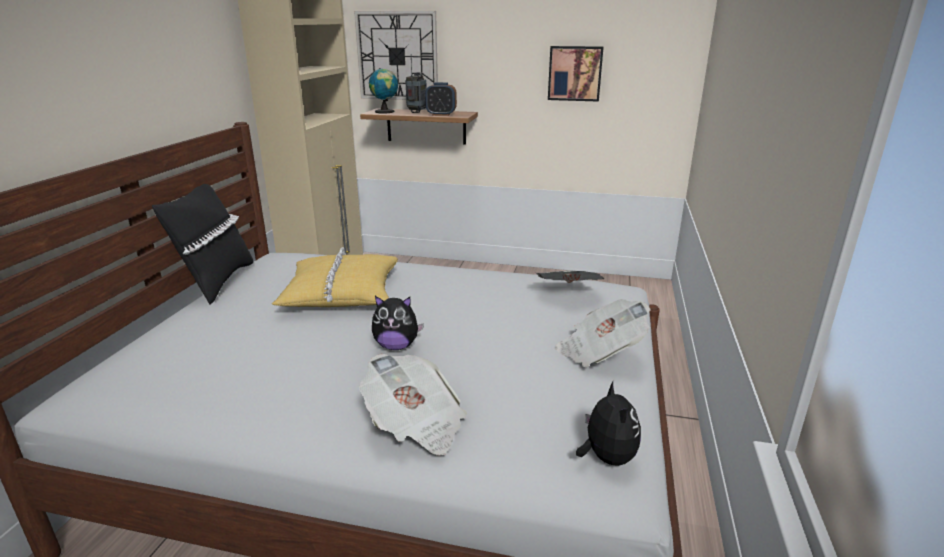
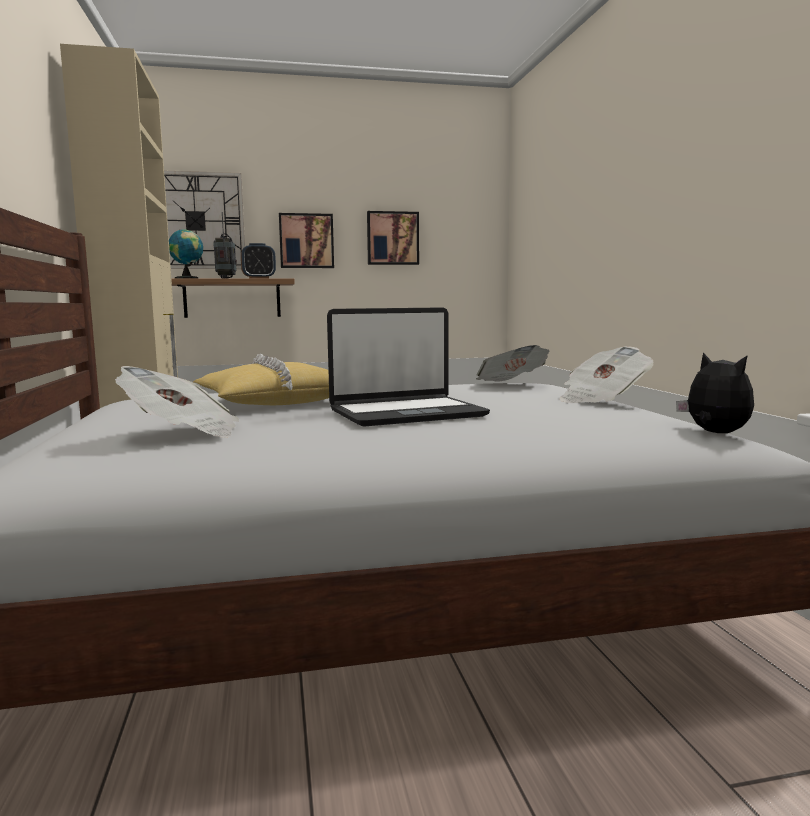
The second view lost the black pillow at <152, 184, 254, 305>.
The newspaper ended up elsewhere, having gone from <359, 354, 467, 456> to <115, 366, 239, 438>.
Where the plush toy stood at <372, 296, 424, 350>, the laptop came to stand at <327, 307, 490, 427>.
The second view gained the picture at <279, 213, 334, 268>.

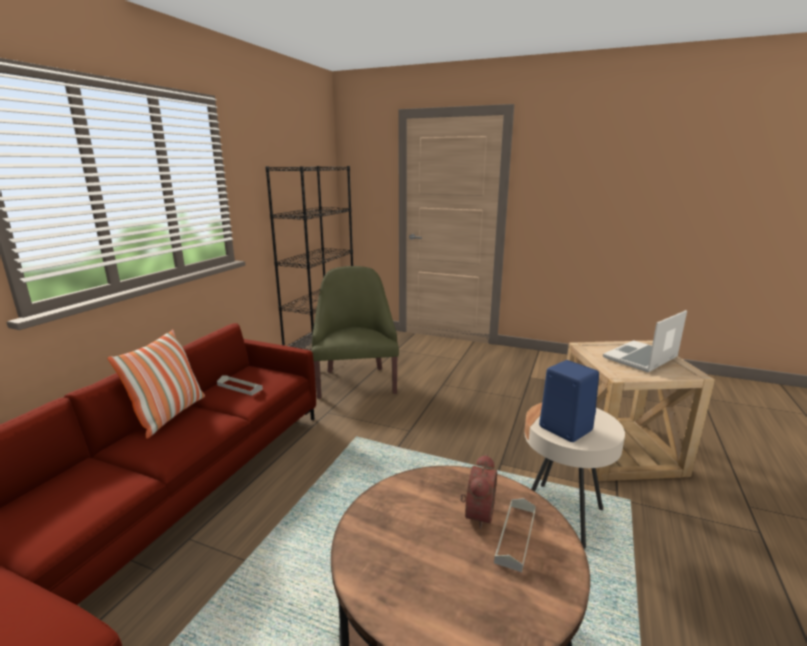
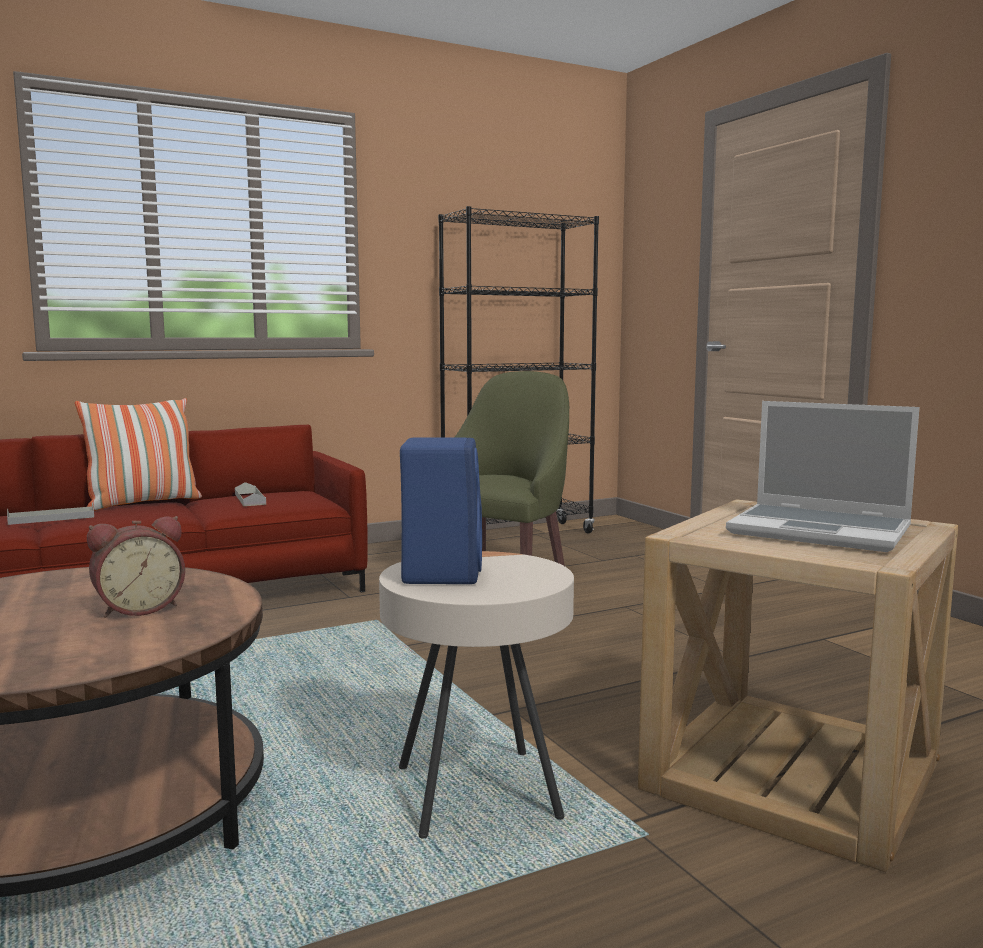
The grey tray ended up elsewhere, having gone from <494, 498, 536, 572> to <7, 502, 94, 525>.
The laptop at <603, 310, 687, 372> ended up facing another way, 150 degrees counterclockwise from before.

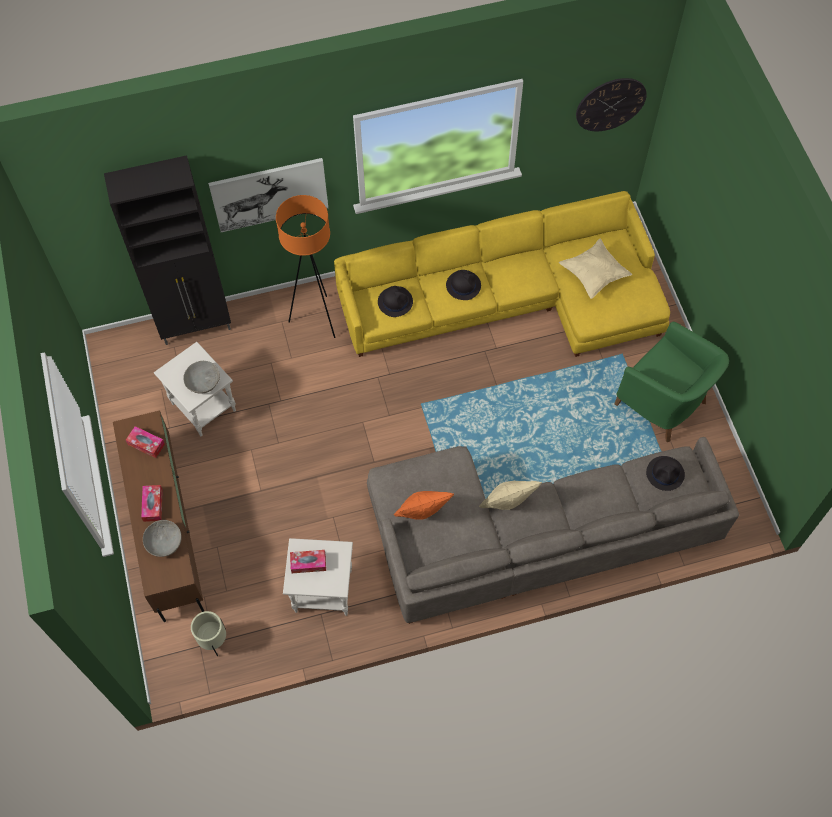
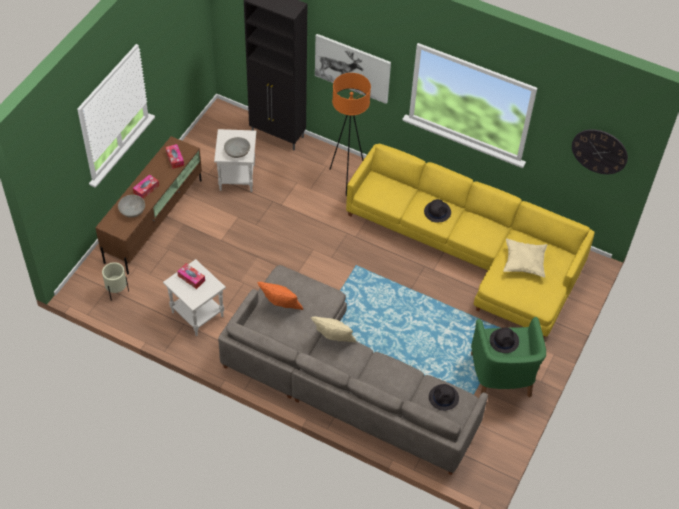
The black hat ended up elsewhere, having gone from <378, 286, 413, 317> to <490, 328, 519, 353>.

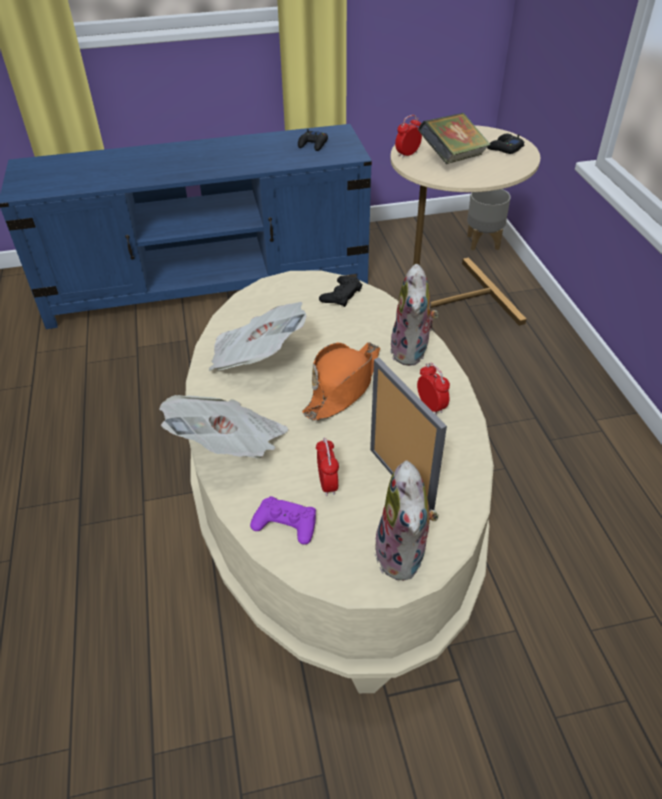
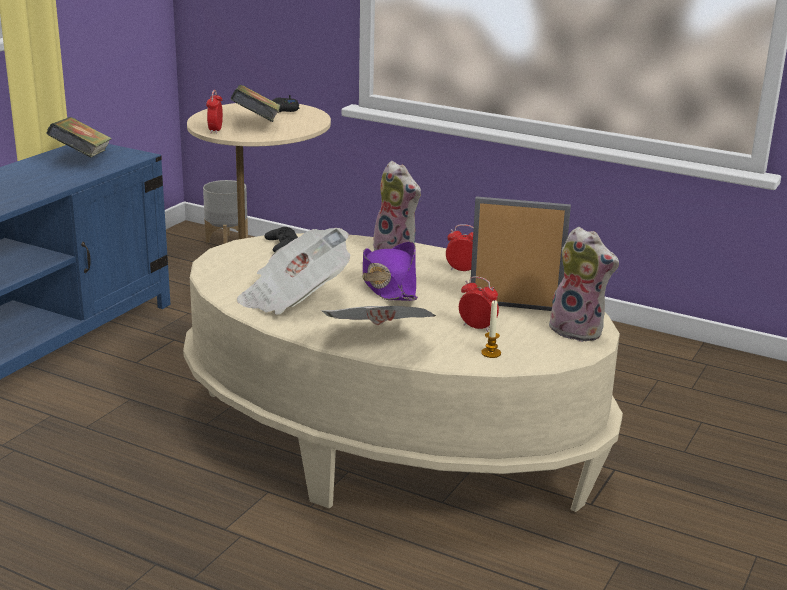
Where the purple game controller stood at <250, 496, 316, 545>, the candle came to stand at <481, 301, 501, 358>.
Where the black game controller stood at <298, 129, 328, 151>, the book came to stand at <46, 117, 112, 158>.
What was the orange hat at <302, 342, 380, 421> turned into the purple hat at <363, 242, 418, 301>.

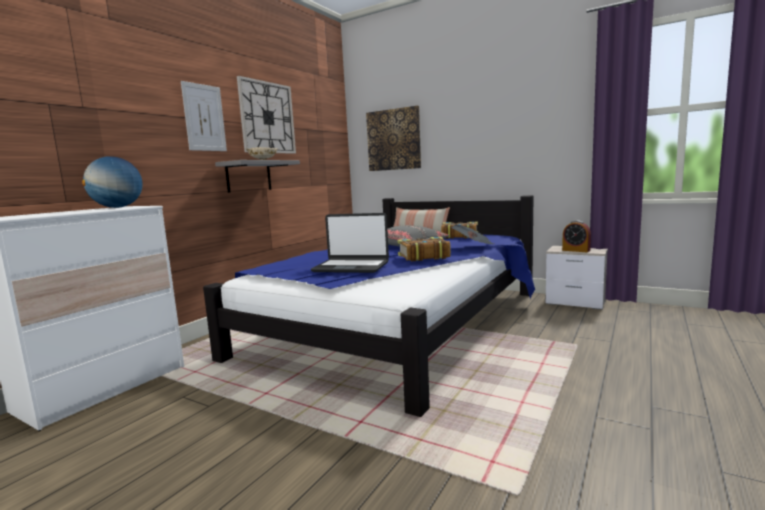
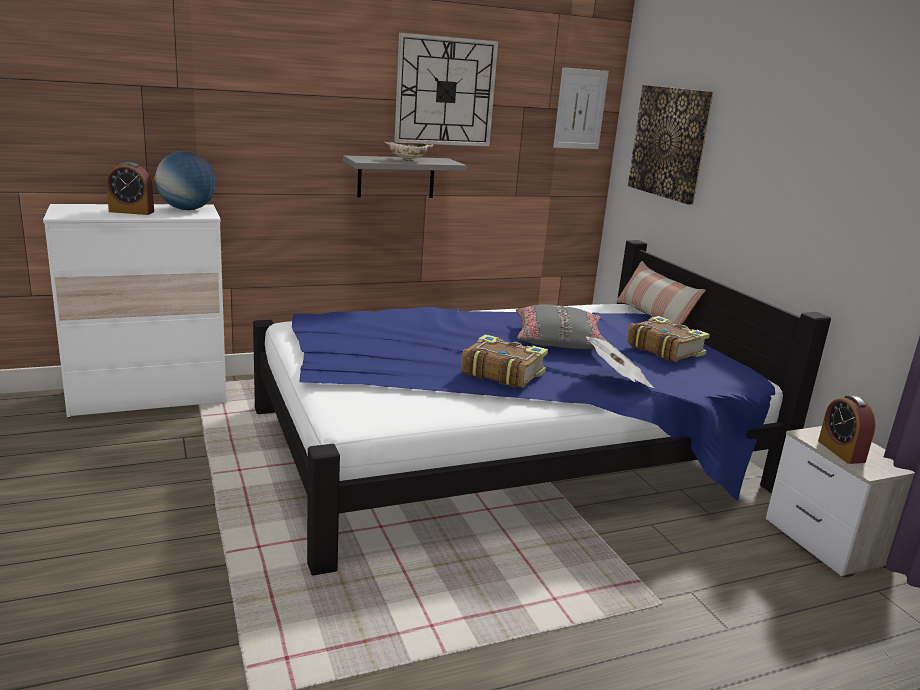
The picture ended up elsewhere, having gone from <181, 81, 227, 151> to <553, 67, 609, 149>.
The second view lost the laptop at <311, 213, 389, 273>.
The second view gained the alarm clock at <106, 161, 154, 215>.

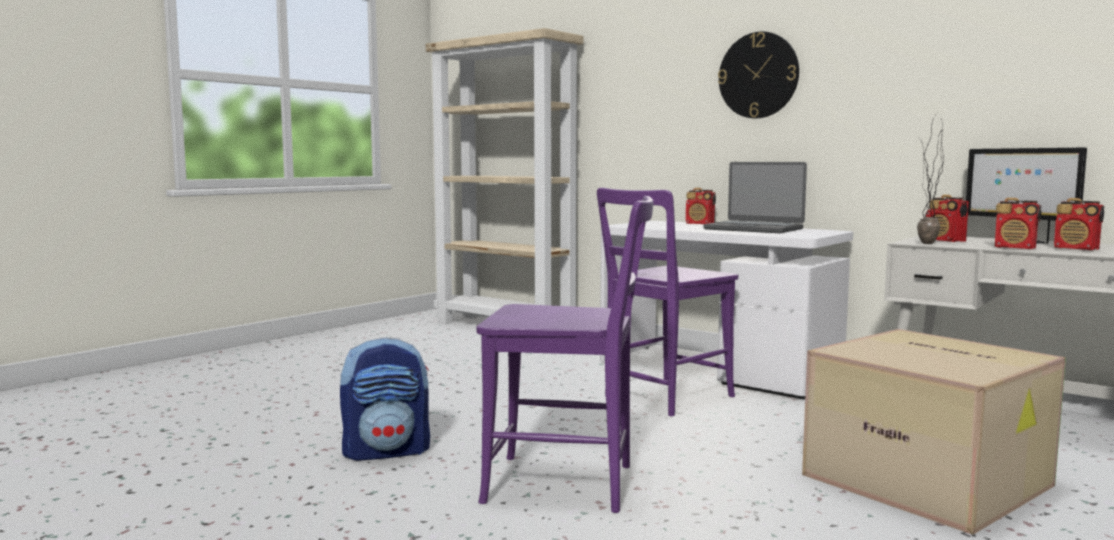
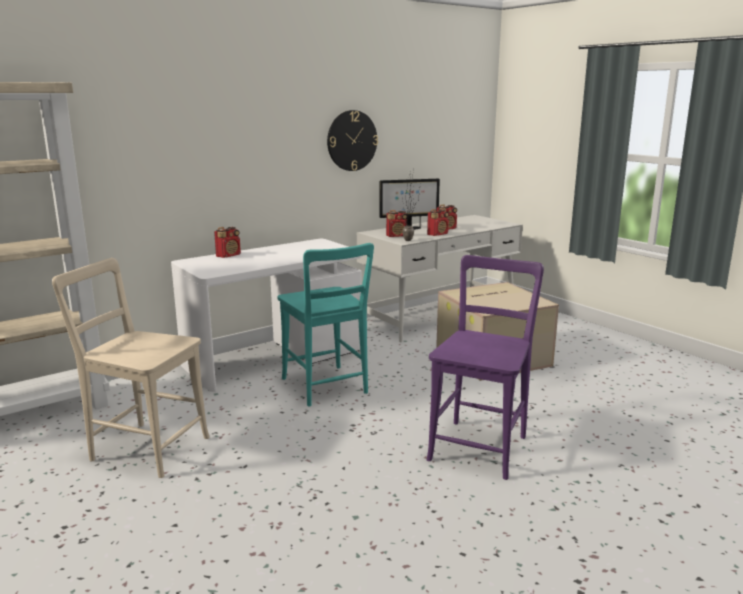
The second view lost the backpack at <340, 337, 430, 461>.
What was the purple chair at <597, 188, 738, 416> turned into the turquoise chair at <277, 243, 374, 407>.
The second view lost the laptop at <703, 162, 807, 233>.
The wall clock ended up elsewhere, having gone from <718, 32, 799, 118> to <327, 110, 378, 171>.
The second view gained the beige chair at <52, 258, 210, 478>.

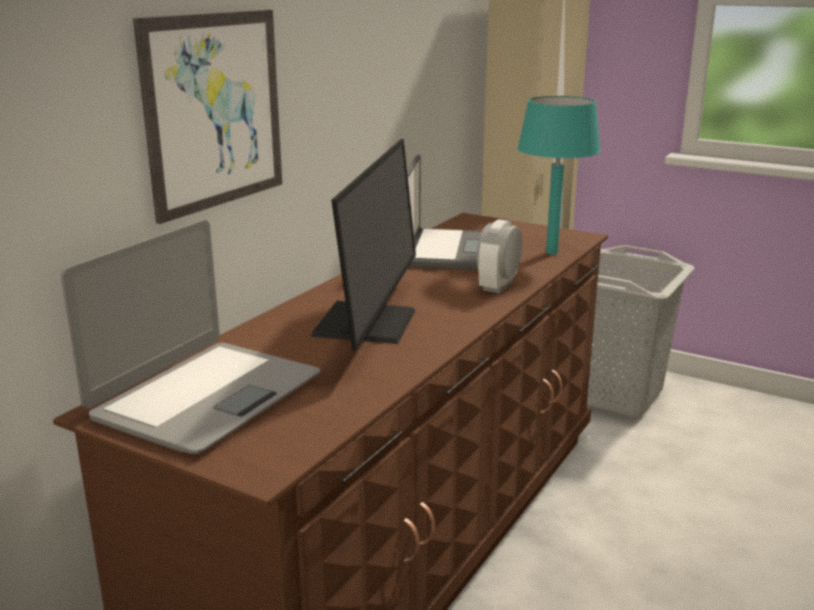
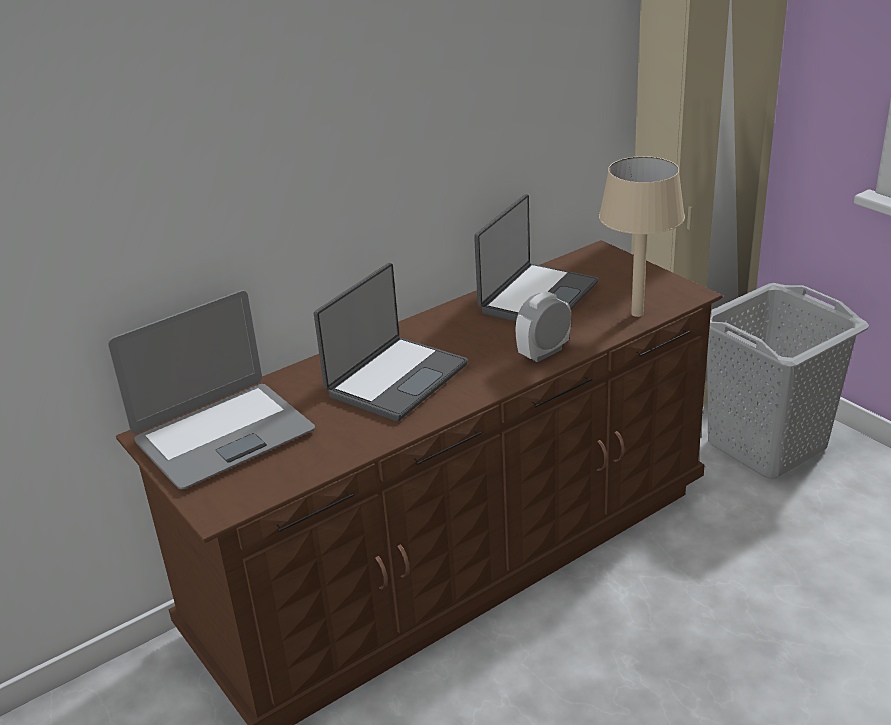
The second view lost the picture at <133, 10, 282, 224>.
Where the monitor stood at <311, 139, 416, 351>, the laptop came to stand at <314, 263, 468, 421>.
What was the turquoise table lamp at <517, 96, 601, 254> turned into the beige table lamp at <599, 156, 685, 317>.

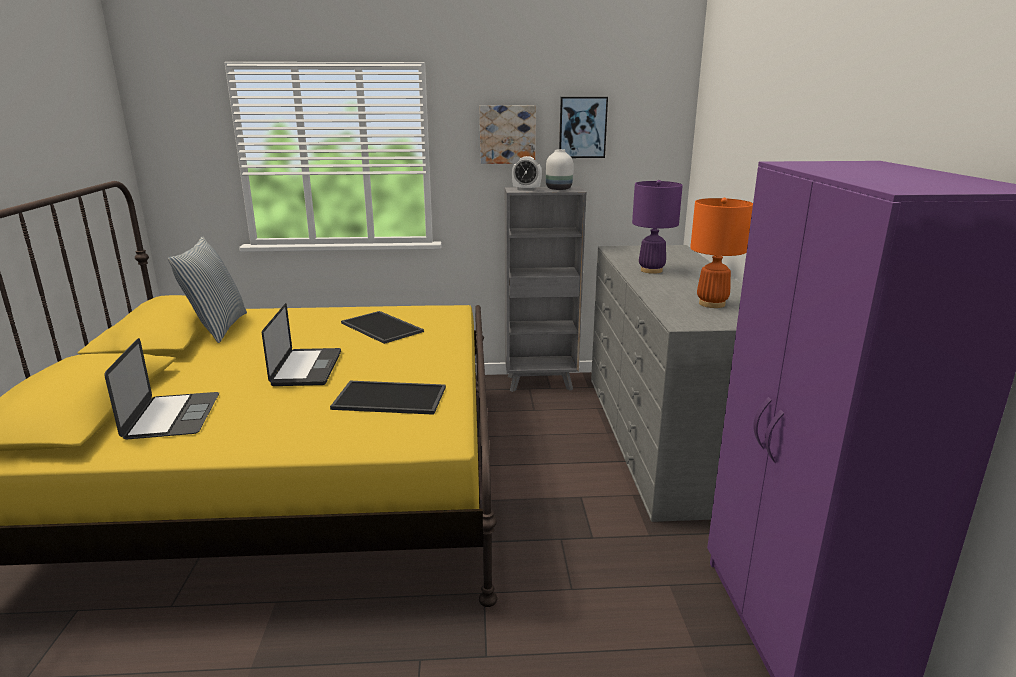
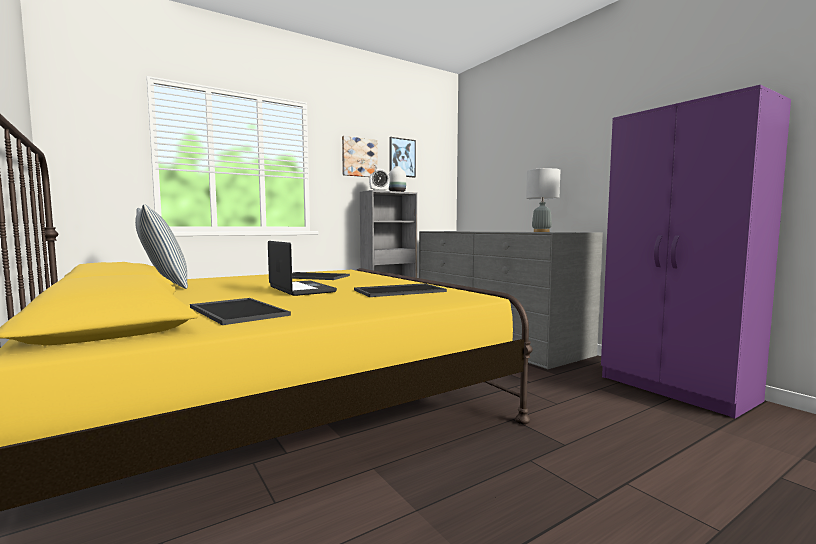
Where the laptop stood at <104, 338, 219, 439>, the tray came to stand at <190, 298, 291, 325>.
The second view lost the purple table lamp at <632, 180, 683, 274>.
What was the orange table lamp at <690, 198, 753, 308> turned into the grey table lamp at <526, 168, 560, 232>.

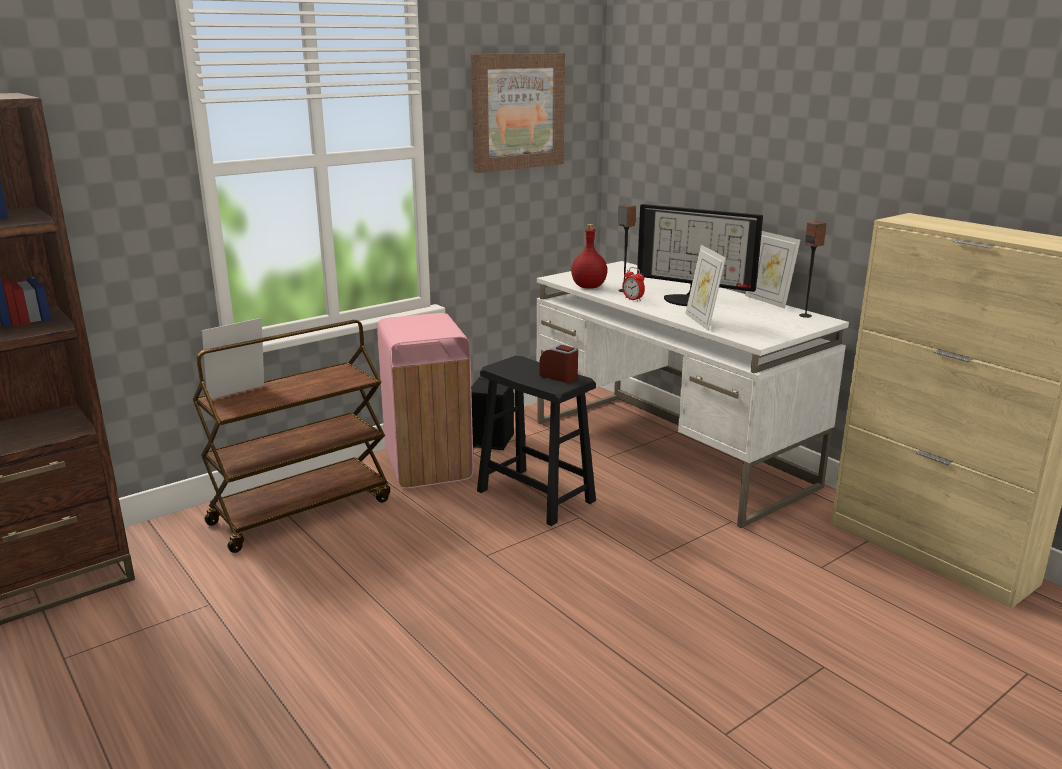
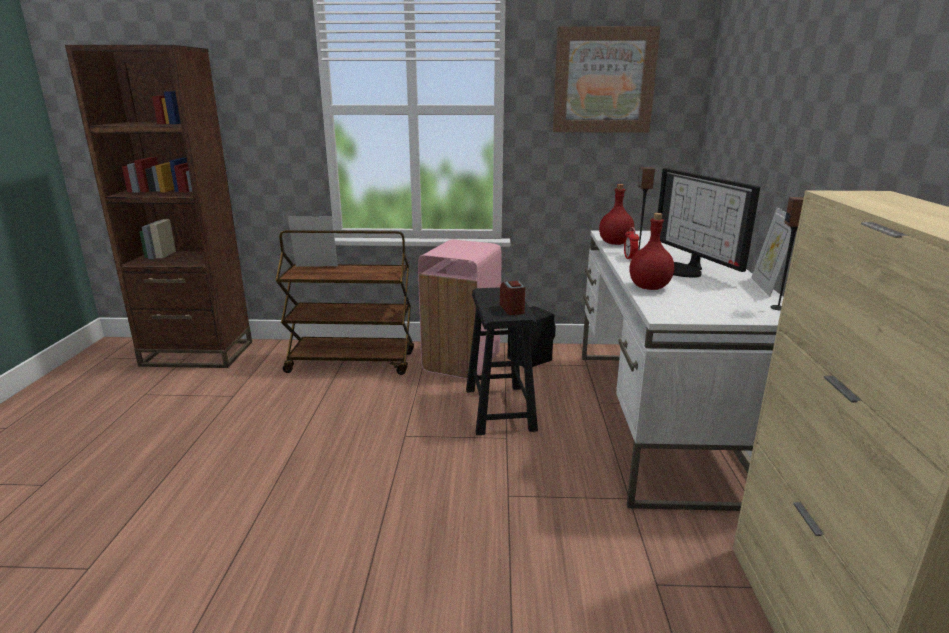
Where the picture frame stood at <685, 245, 726, 331>, the red bottle came to stand at <629, 213, 674, 290>.

